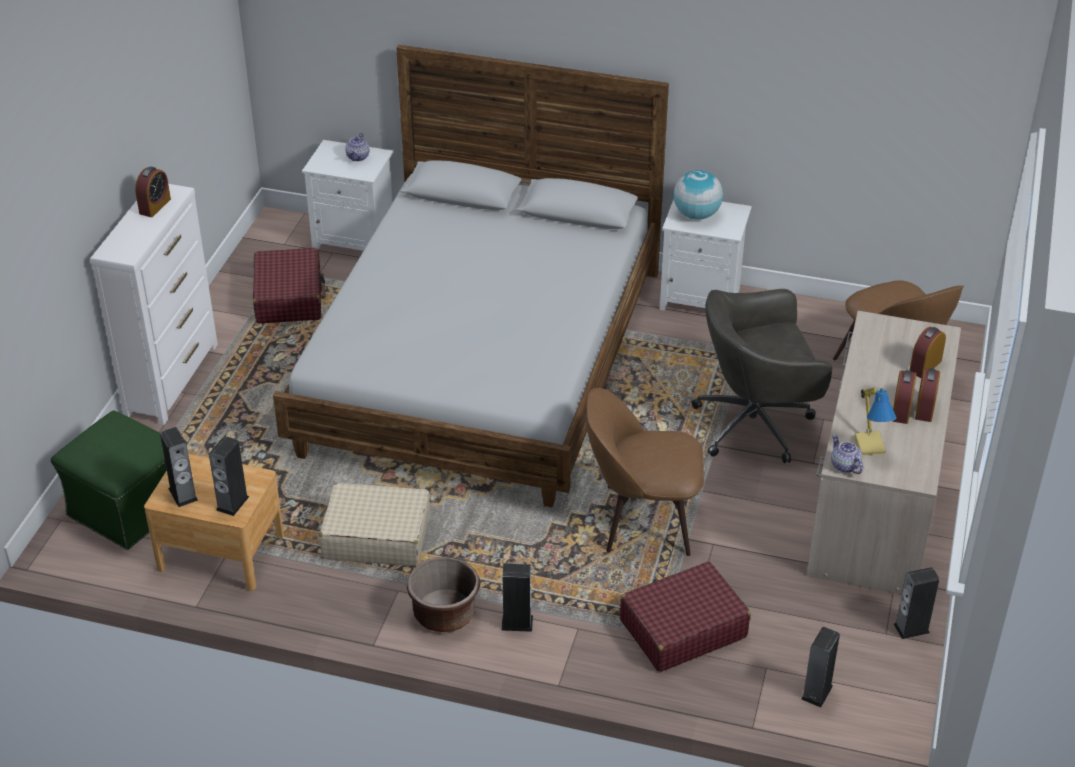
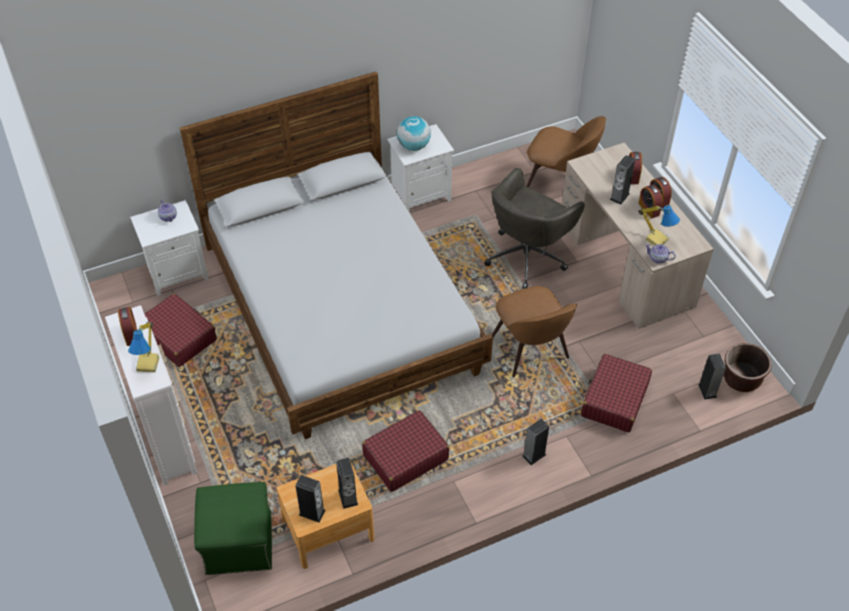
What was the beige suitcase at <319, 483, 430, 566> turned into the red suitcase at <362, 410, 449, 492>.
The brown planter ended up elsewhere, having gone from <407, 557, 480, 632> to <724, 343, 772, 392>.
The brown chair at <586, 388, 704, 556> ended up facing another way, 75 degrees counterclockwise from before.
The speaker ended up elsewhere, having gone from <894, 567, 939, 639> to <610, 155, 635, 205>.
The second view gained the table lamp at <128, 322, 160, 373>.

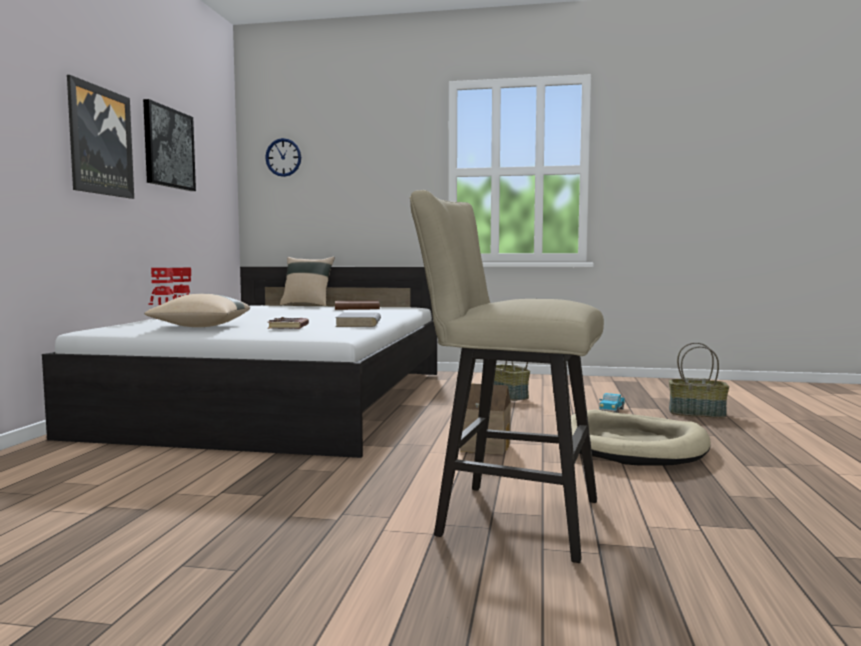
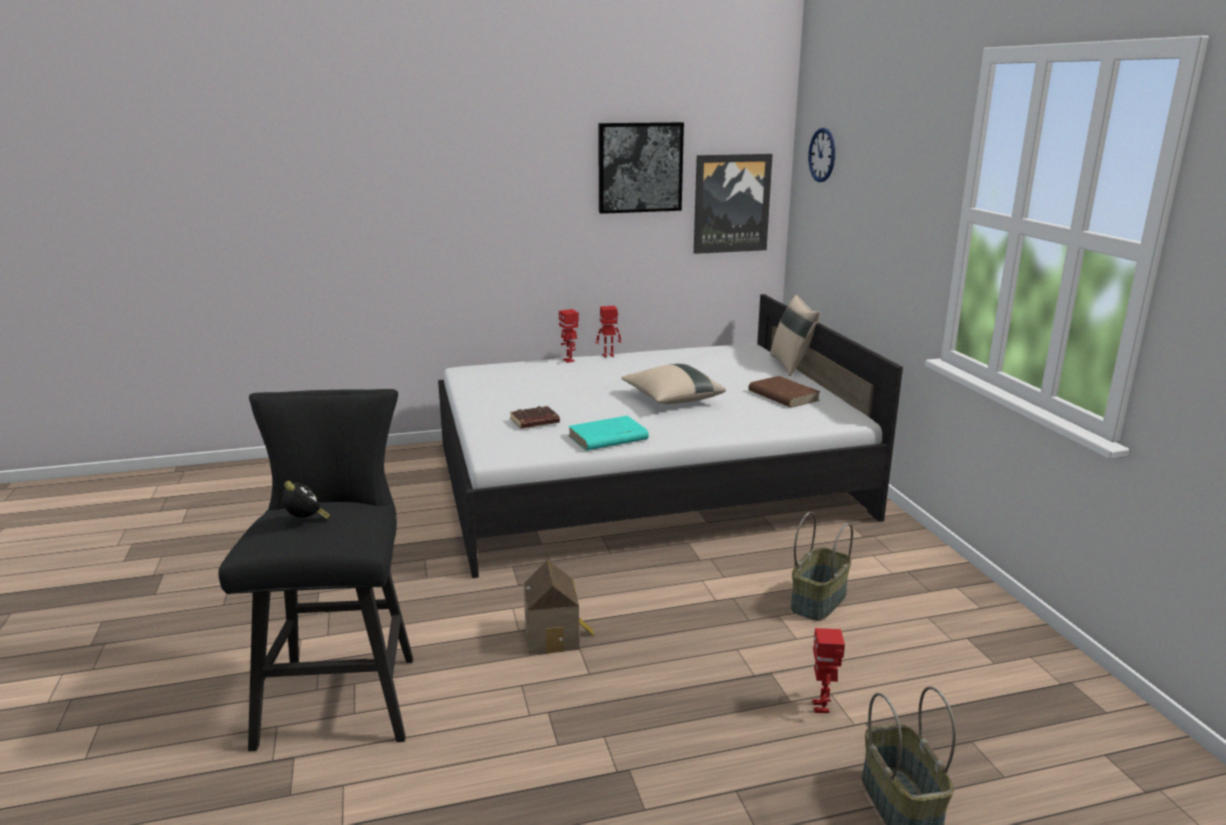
The picture ended up elsewhere, having gone from <67, 75, 134, 199> to <694, 154, 773, 254>.
The beige pillow ended up elsewhere, having gone from <144, 294, 250, 327> to <621, 364, 726, 404>.
What was the grey book at <335, 313, 381, 327> turned into the turquoise book at <568, 416, 649, 451>.
What was the beige stool at <410, 190, 604, 563> turned into the black stool at <218, 389, 413, 751>.
The second view lost the beige dog bed at <571, 409, 711, 466>.
Where the toy truck stood at <599, 393, 625, 413>, the toy robot came to stand at <812, 628, 845, 713>.
The second view gained the alarm clock at <282, 481, 331, 520>.

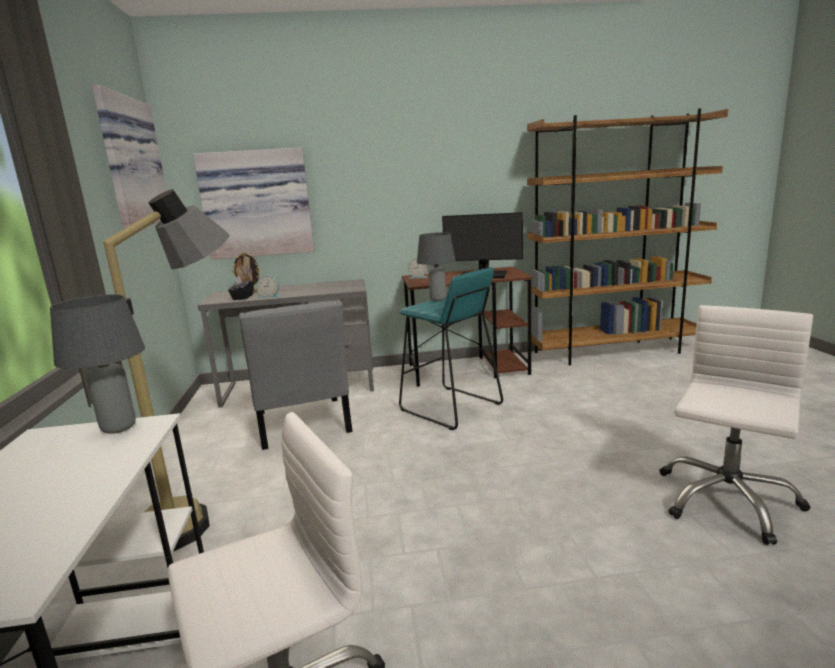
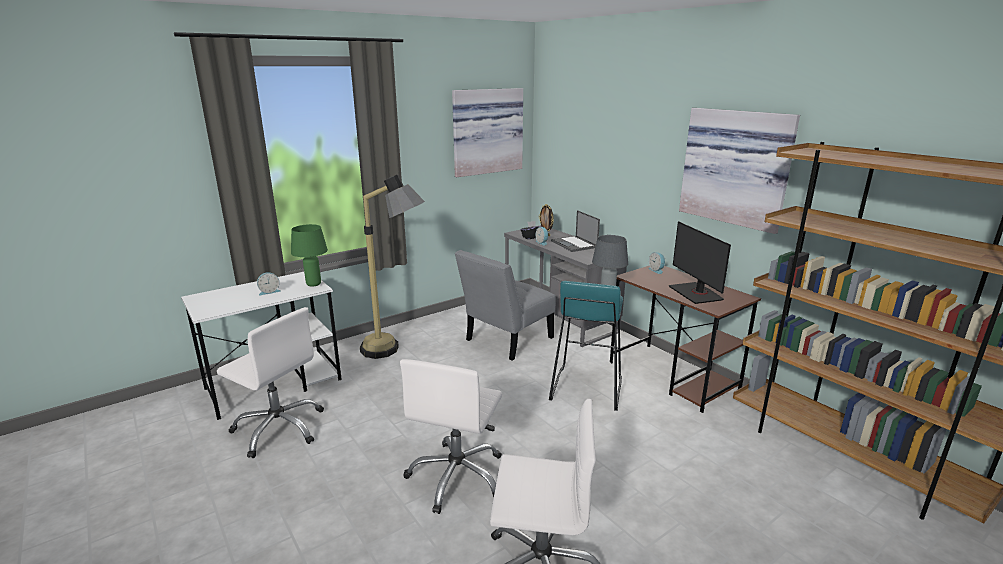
What was the grey table lamp at <50, 294, 145, 434> turned into the green table lamp at <291, 224, 328, 287>.
The picture ended up elsewhere, having gone from <193, 147, 314, 260> to <679, 108, 800, 234>.
The second view gained the alarm clock at <257, 272, 281, 295>.
The second view gained the white office chair at <400, 359, 502, 514>.
The second view gained the laptop at <551, 210, 600, 252>.

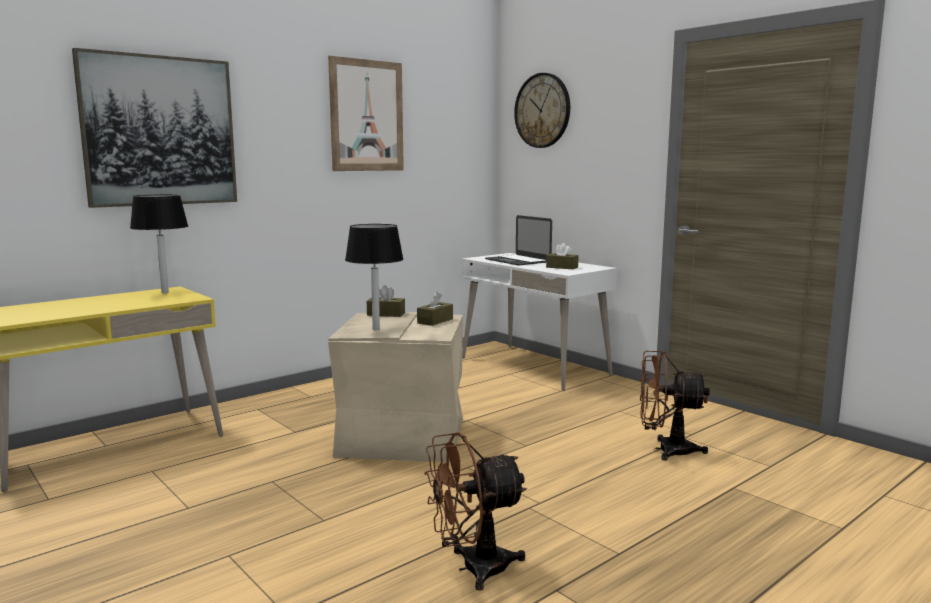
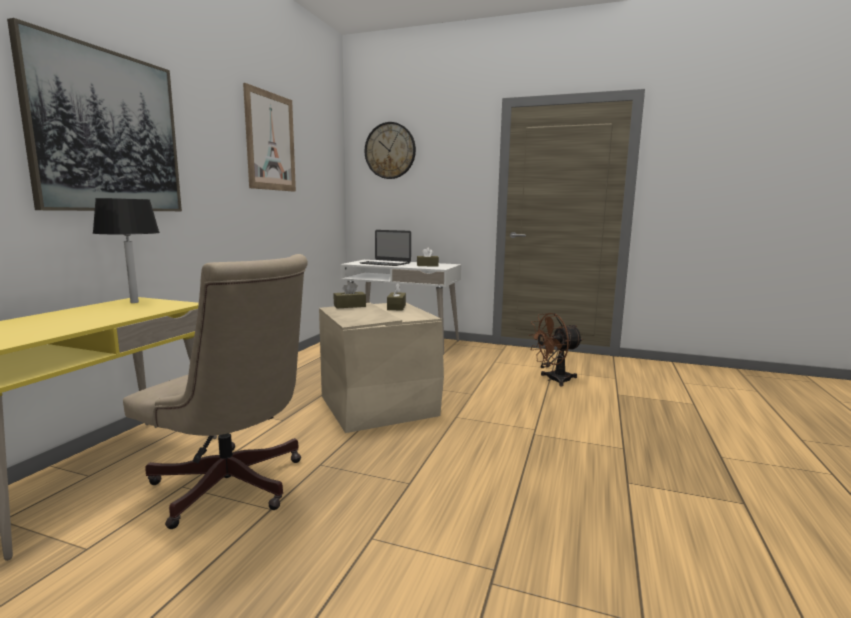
The second view lost the black table lamp at <345, 224, 404, 330>.
The second view lost the brown fan at <424, 432, 527, 591>.
The second view gained the beige office chair at <123, 254, 308, 529>.

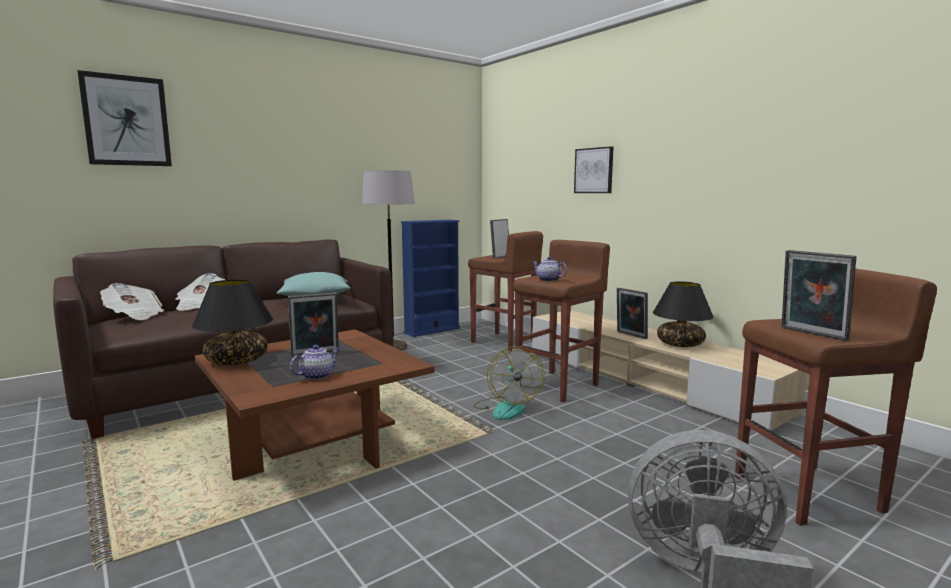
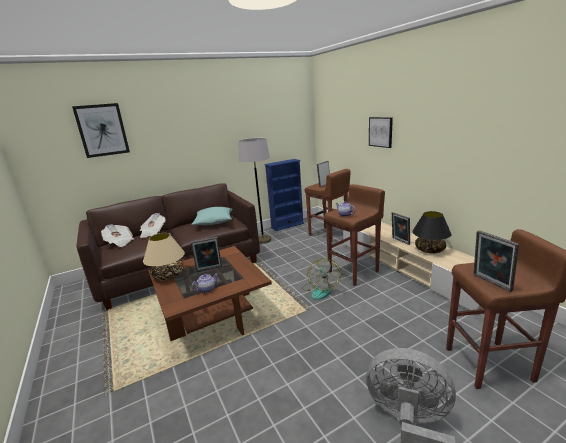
What was the black table lamp at <192, 279, 273, 365> turned into the beige table lamp at <143, 233, 185, 280>.

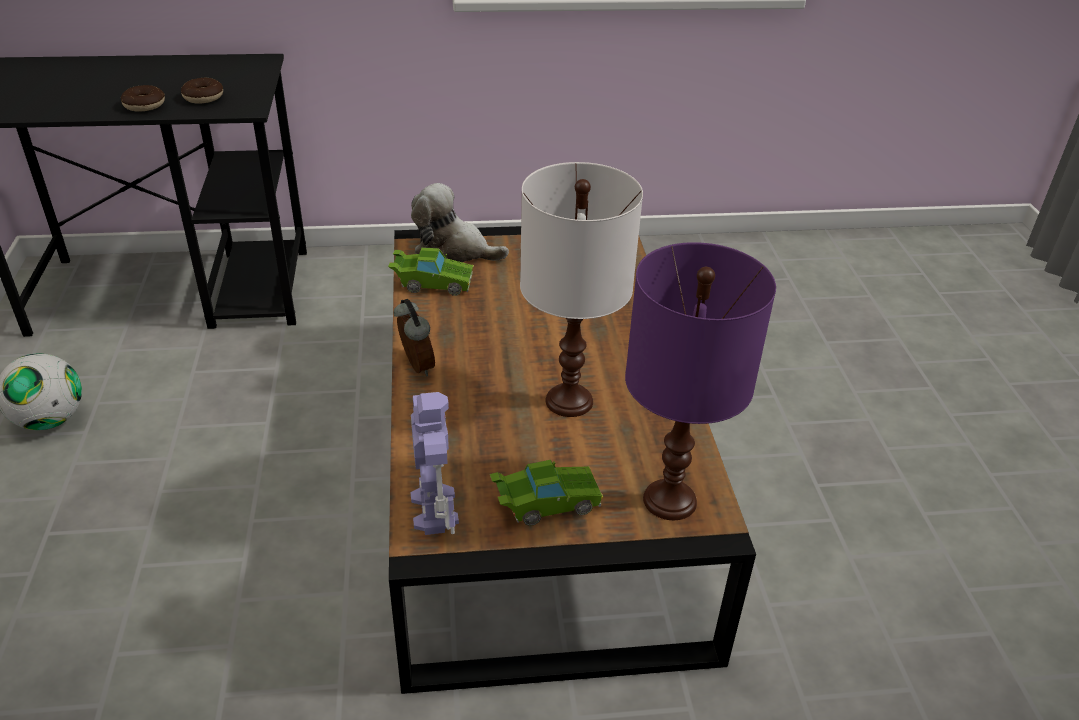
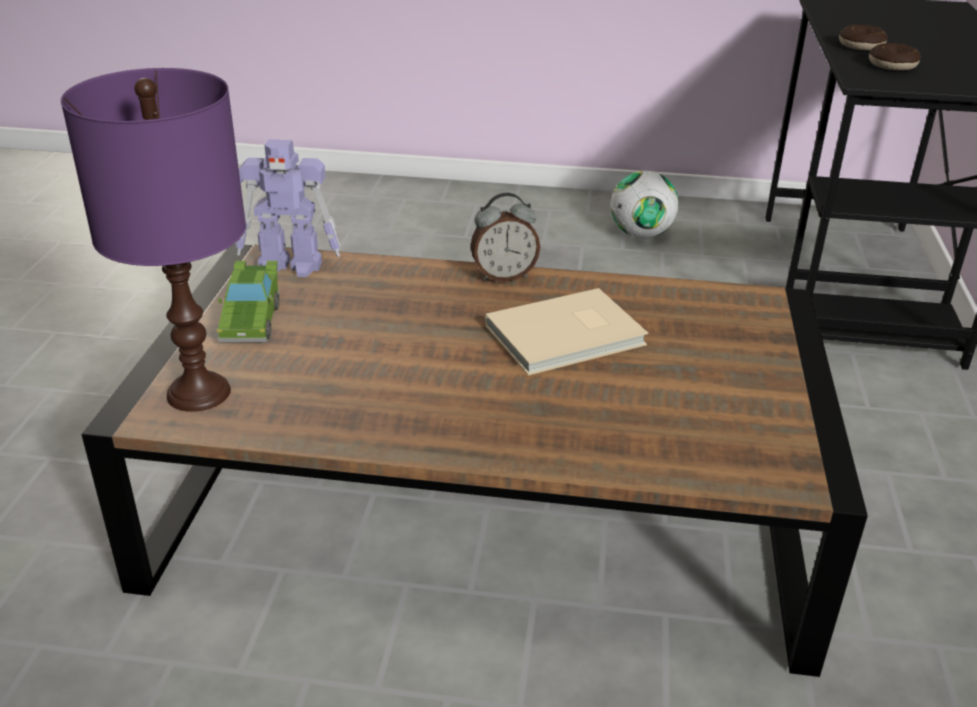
The second view lost the green toy car at <388, 247, 474, 296>.
The second view lost the plush toy at <411, 183, 509, 262>.
The second view lost the white table lamp at <520, 162, 643, 417>.
The second view gained the beige book at <485, 288, 648, 375>.

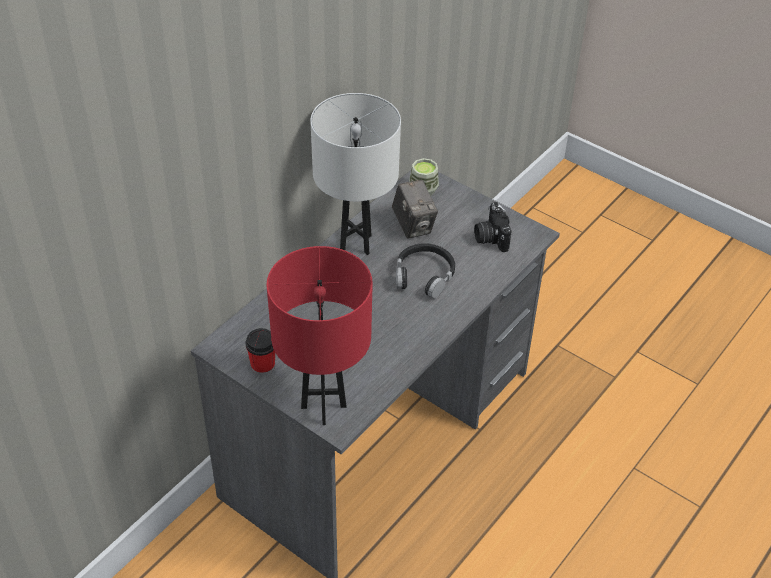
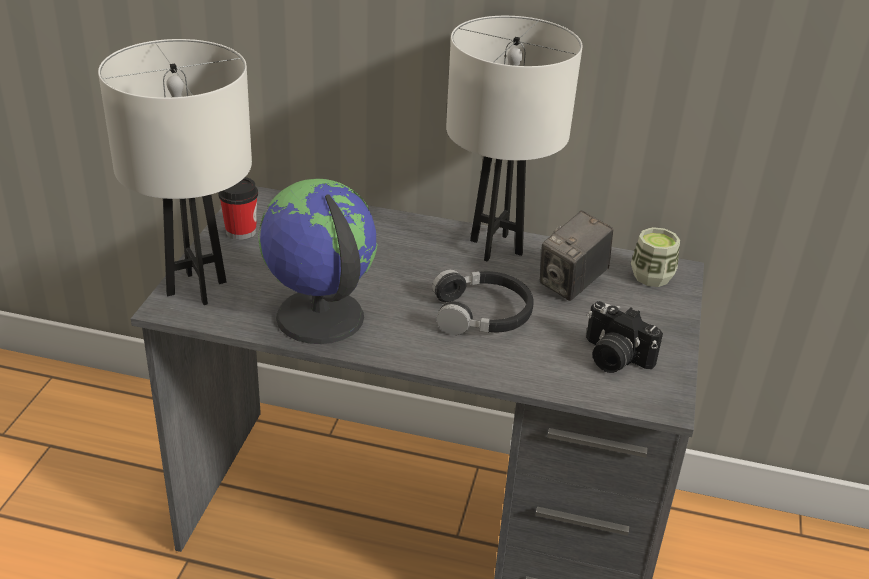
What was the red table lamp at <267, 246, 373, 425> turned into the white table lamp at <98, 39, 252, 305>.
The photo camera at <474, 202, 512, 252> ended up facing another way, 105 degrees counterclockwise from before.
The second view gained the globe at <259, 179, 377, 344>.

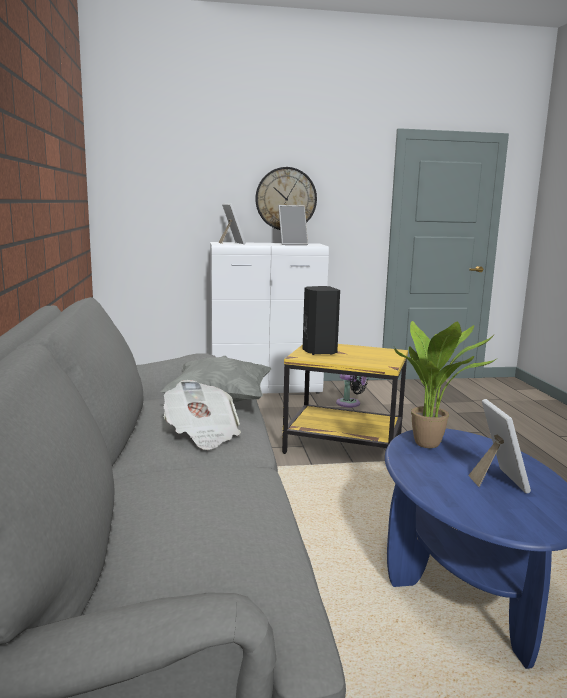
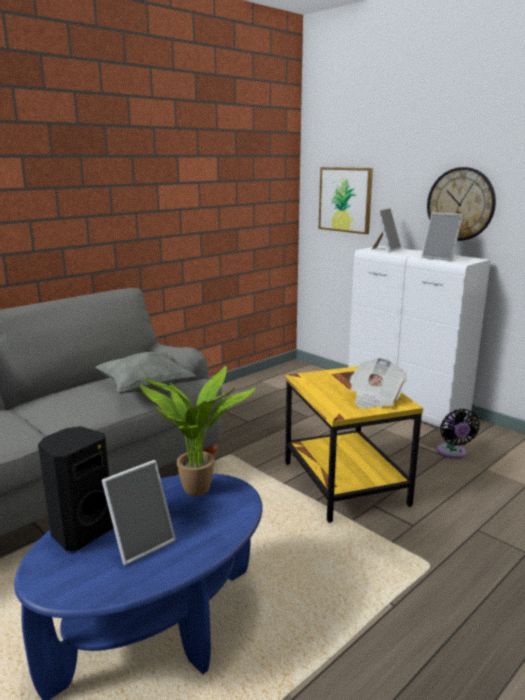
The newspaper ended up elsewhere, having gone from <164, 380, 241, 450> to <349, 358, 407, 408>.
The black speaker ended up elsewhere, having gone from <303, 286, 340, 355> to <38, 426, 114, 551>.
The second view gained the picture at <319, 167, 373, 234>.

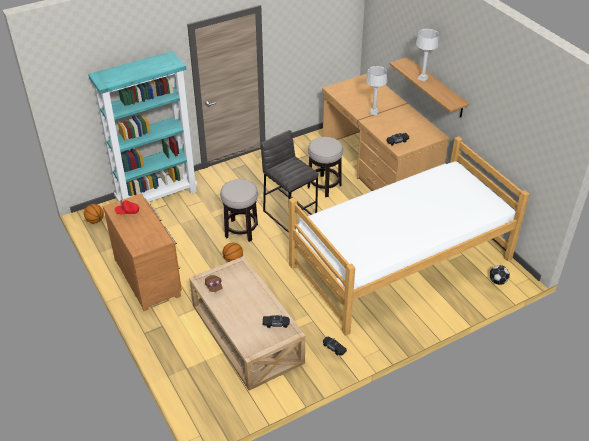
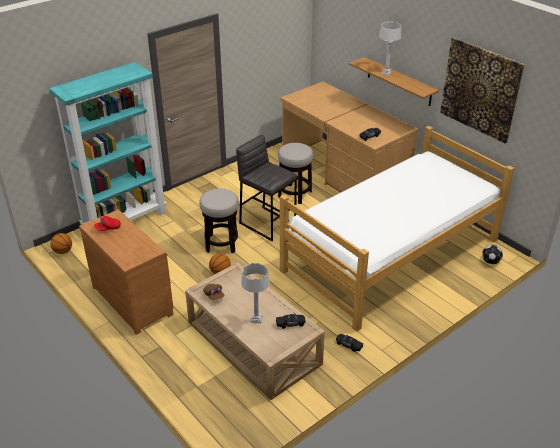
The grey table lamp ended up elsewhere, having gone from <366, 66, 387, 115> to <241, 263, 270, 323>.
The second view gained the picture at <440, 37, 525, 143>.

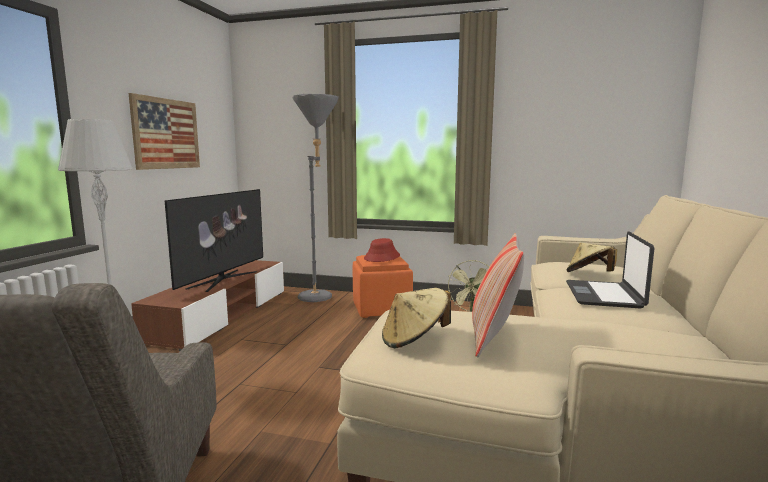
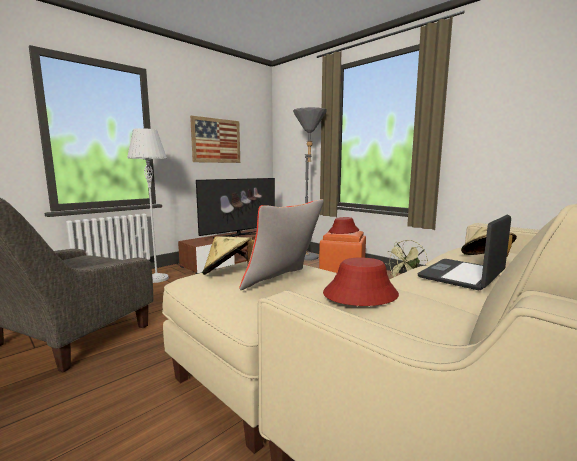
The second view gained the red hat at <323, 258, 399, 306>.

